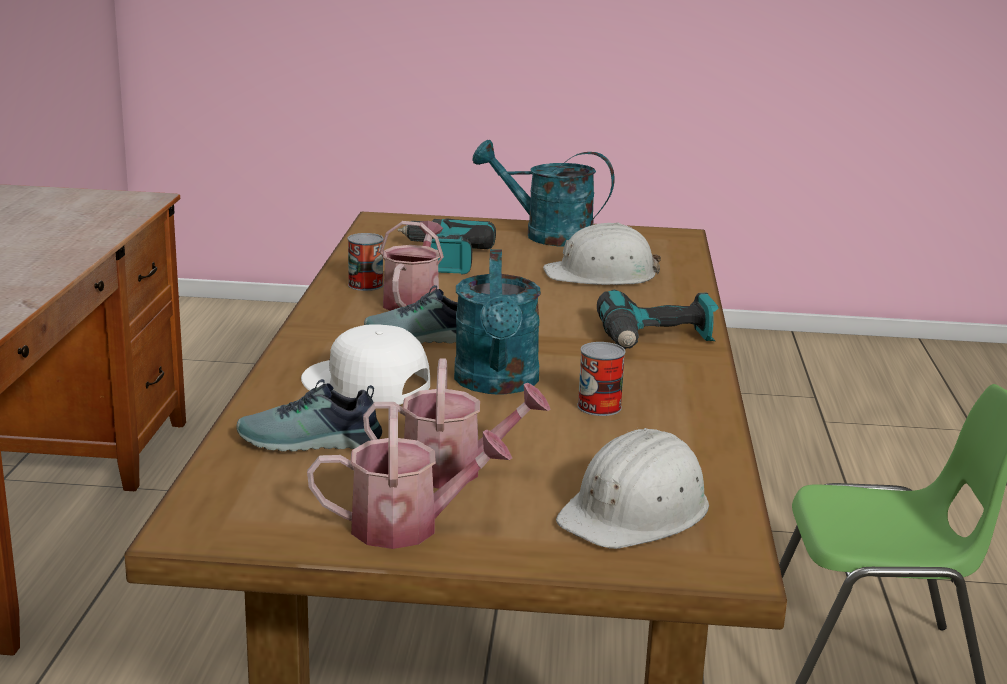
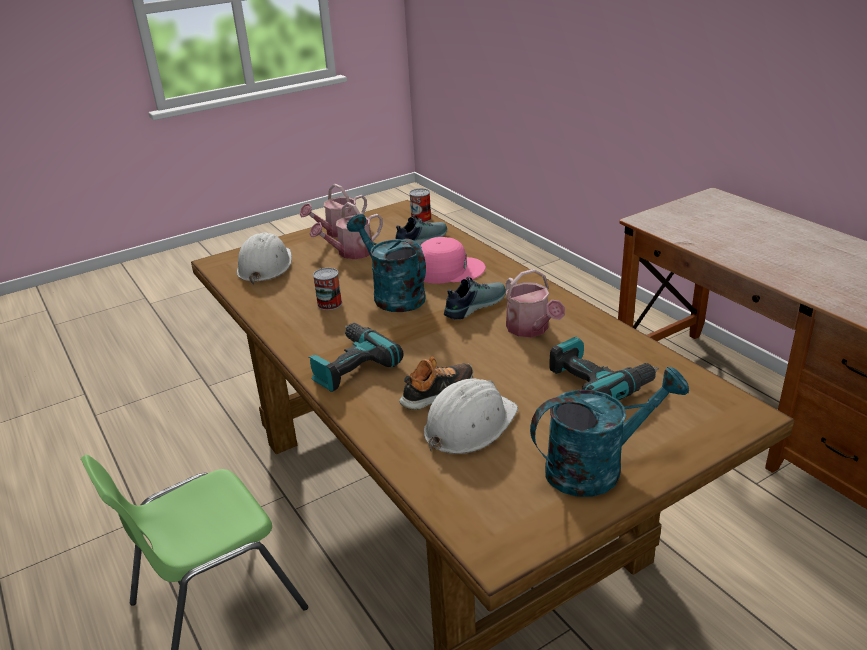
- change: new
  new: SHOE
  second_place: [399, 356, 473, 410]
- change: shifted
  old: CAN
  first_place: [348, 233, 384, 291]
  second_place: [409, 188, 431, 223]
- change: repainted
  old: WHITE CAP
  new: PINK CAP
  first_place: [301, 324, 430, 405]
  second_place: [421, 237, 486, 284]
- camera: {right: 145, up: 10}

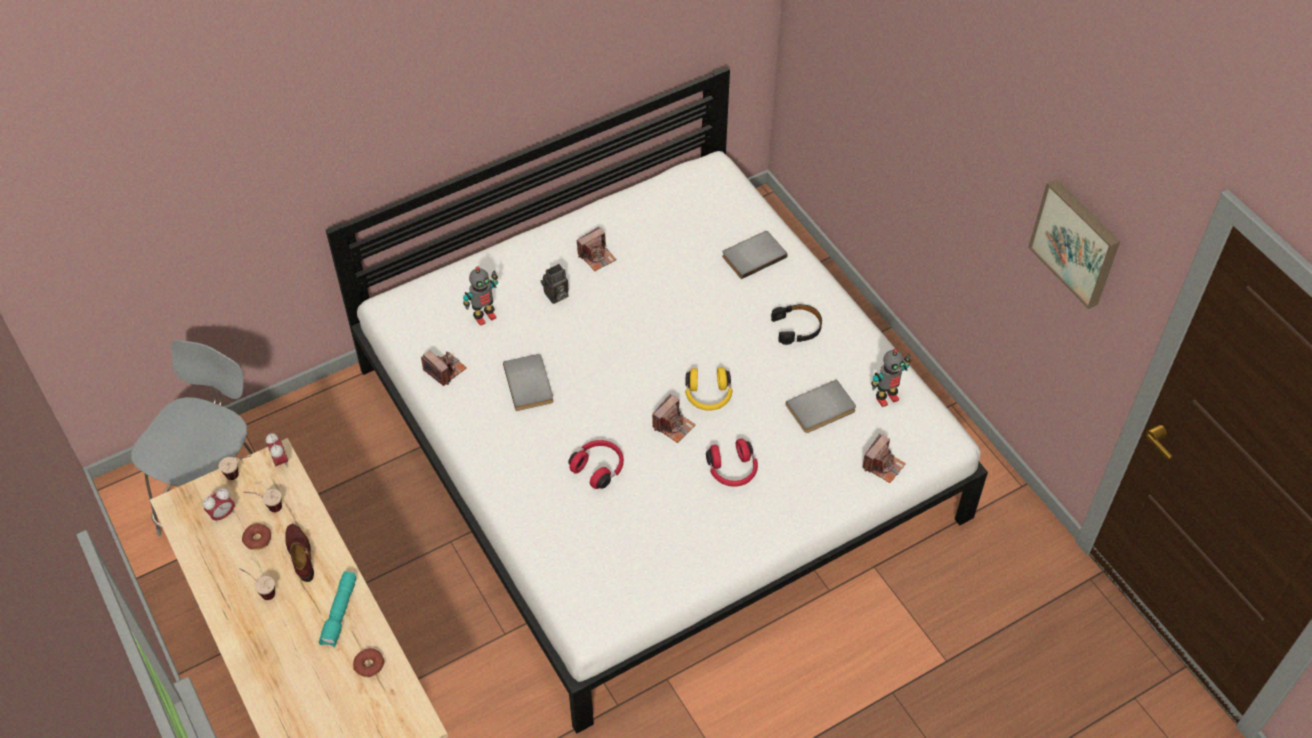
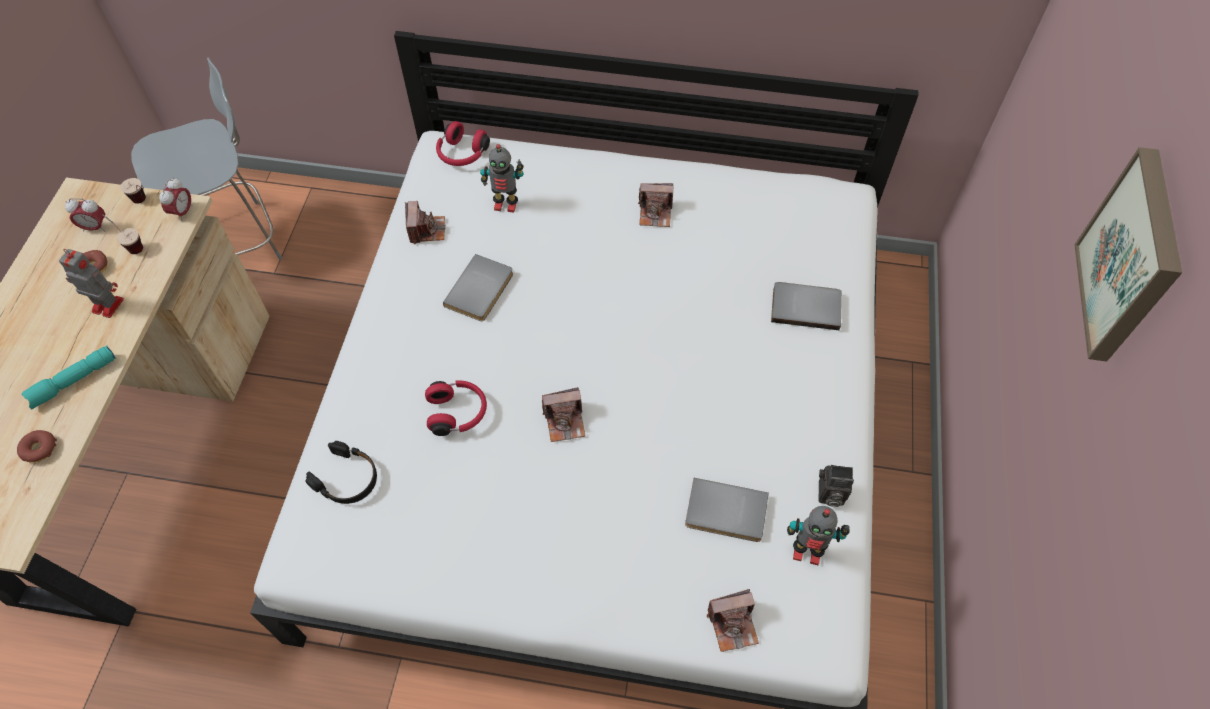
- change: gone
  old: CUP
  first_place: [239, 568, 275, 600]
- change: gone
  old: YELLOW HEADPHONES
  first_place: [685, 367, 732, 411]
- change: shifted
  old: PHOTO CAMERA
  first_place: [541, 264, 569, 304]
  second_place: [819, 465, 854, 507]
- change: shifted
  old: RED HEADPHONES
  first_place: [706, 439, 758, 487]
  second_place: [436, 121, 490, 166]
- change: shifted
  old: BLACK HEADPHONES
  first_place: [771, 304, 822, 345]
  second_place: [305, 441, 377, 504]
- change: shifted
  old: PICTURE
  first_place: [1028, 179, 1120, 309]
  second_place: [1074, 147, 1182, 362]
- change: swapped
  old: BROWN SHOE
  new: TOY ROBOT
  first_place: [285, 524, 314, 582]
  second_place: [59, 249, 124, 318]
- camera: {right: 40, up: 5}

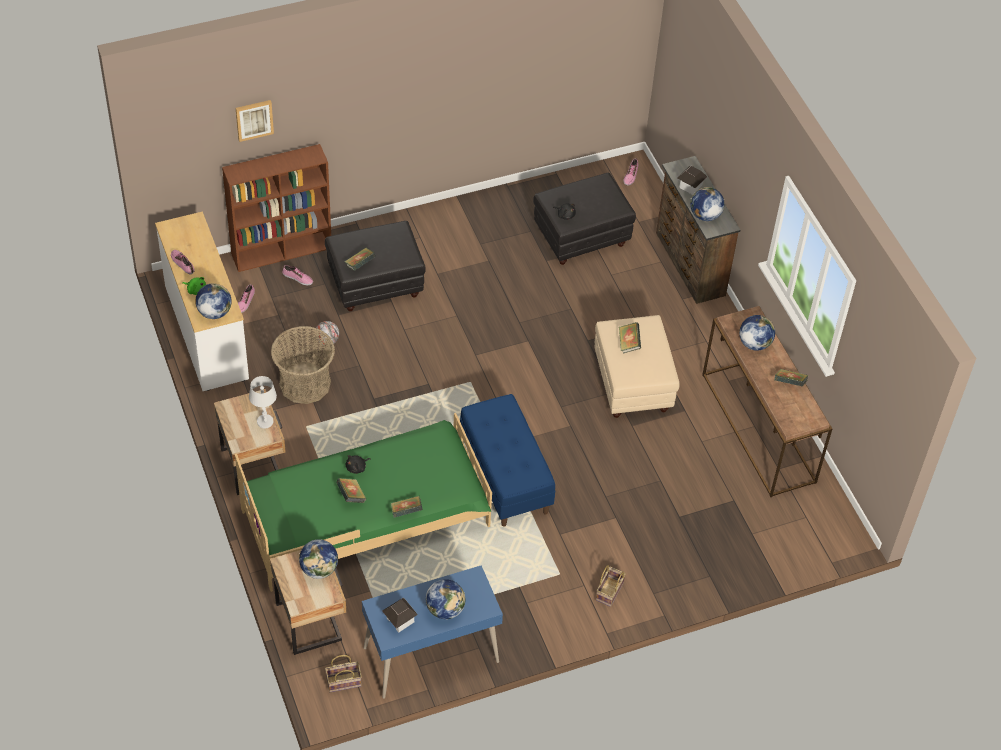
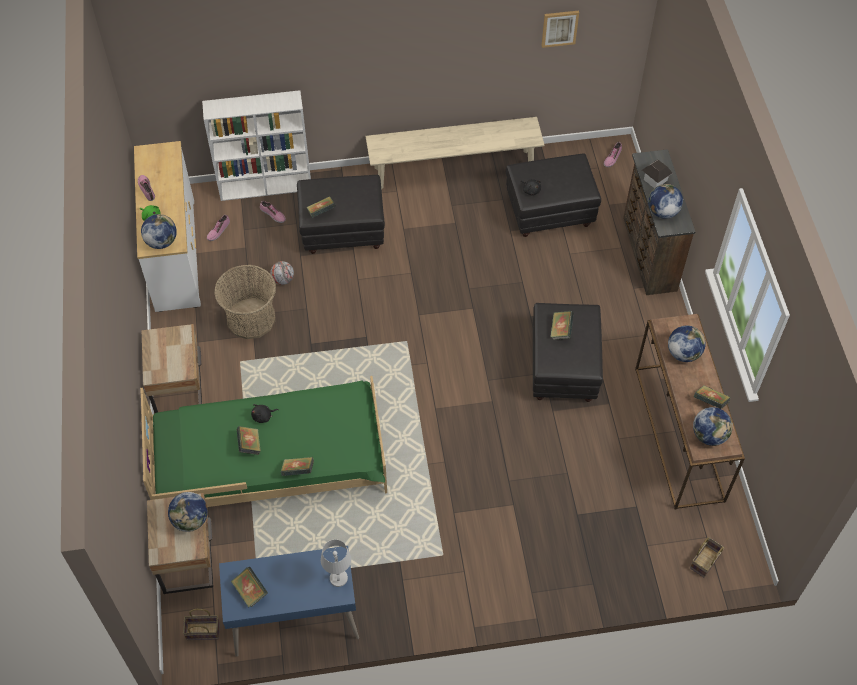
- change: gone
  old: BLUE BENCH
  first_place: [460, 394, 555, 527]
- change: new
  new: BEIGE BENCH
  second_place: [366, 117, 544, 190]
- change: shifted
  old: PICTURE
  first_place: [236, 100, 274, 142]
  second_place: [541, 10, 579, 48]
- change: shifted
  old: WHITE TABLE LAMP
  first_place: [249, 376, 277, 428]
  second_place: [321, 540, 351, 587]
- change: shifted
  old: GLOBE
  first_place: [426, 579, 465, 620]
  second_place: [693, 407, 733, 446]
- change: shifted
  old: BASKET
  first_place: [596, 565, 626, 607]
  second_place: [690, 537, 724, 577]
- change: swapped
  old: TOY HOUSE
  new: BOOK
  first_place: [382, 597, 418, 632]
  second_place: [231, 567, 268, 608]
- change: repainted
  old: BROWN BOOKCASE
  new: WHITE BOOKCASE
  first_place: [222, 144, 331, 272]
  second_place: [202, 90, 311, 201]
- change: repainted
  old: BEIGE OTTOMAN
  new: BLACK OTTOMAN
  first_place: [595, 315, 679, 418]
  second_place: [533, 303, 603, 402]
- camera: {right: 15, up: 5}

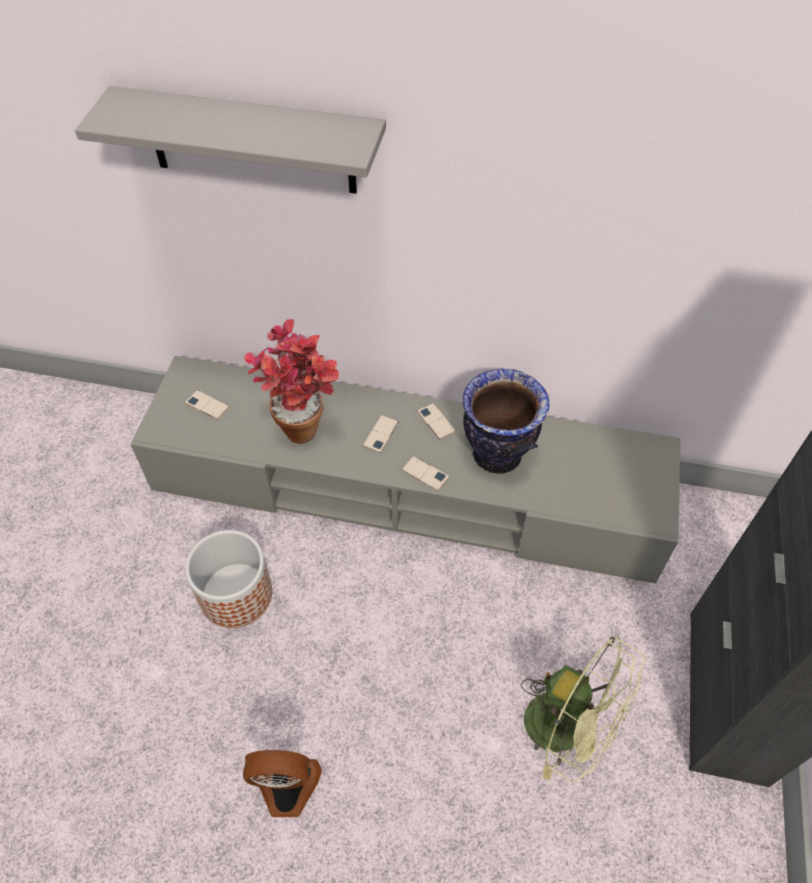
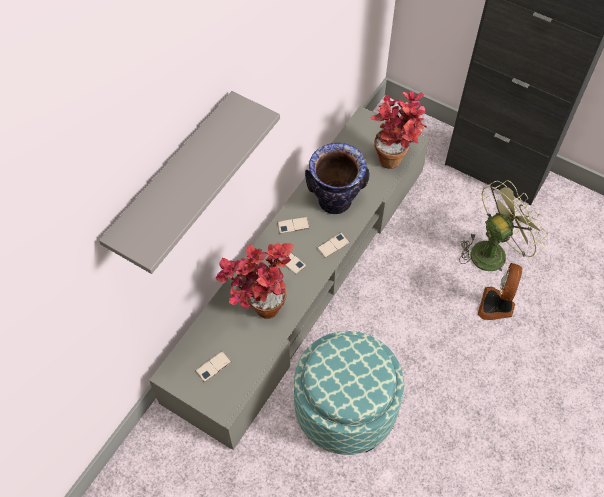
- change: new
  new: POTTED PLANT
  second_place: [370, 91, 427, 169]
- change: shifted
  old: FAN
  first_place: [243, 750, 322, 817]
  second_place: [478, 263, 523, 320]
- change: swapped
  old: PLANTER
  new: OTTOMAN
  first_place: [185, 530, 272, 628]
  second_place: [294, 331, 404, 455]
- camera: {right: -70, up: 5}

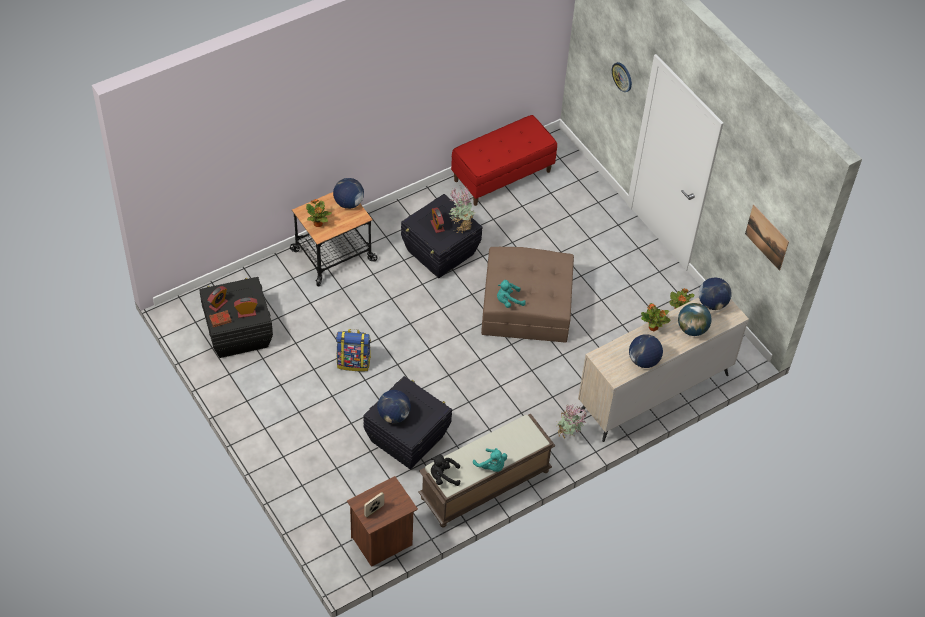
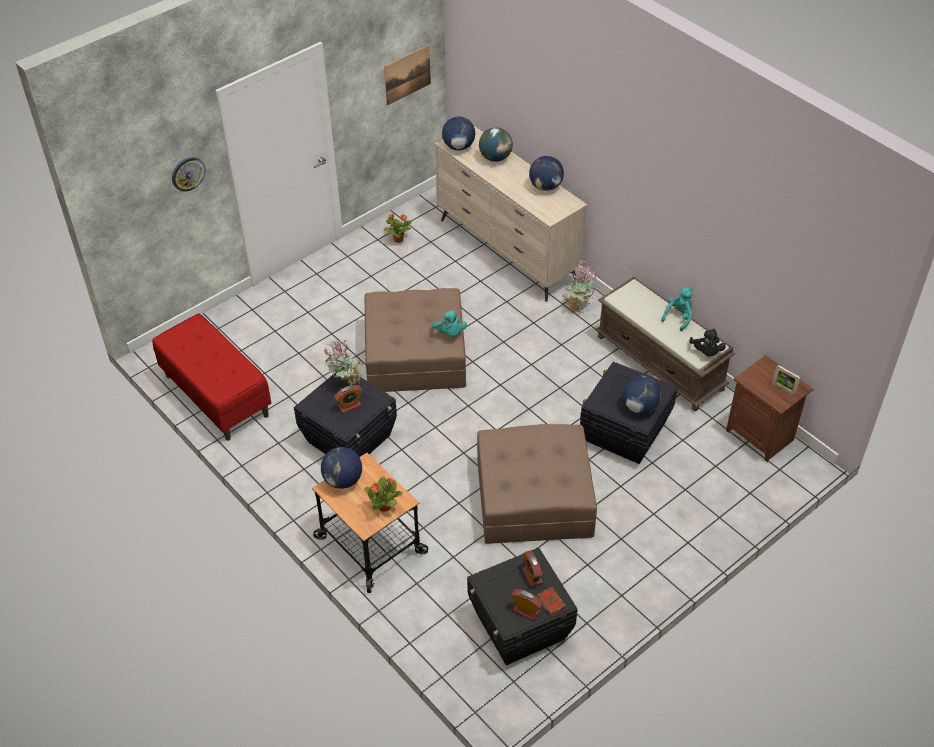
- change: gone
  old: POTTED PLANT
  first_place: [641, 303, 671, 331]
- change: swapped
  old: BACKPACK
  new: BROWN OTTOMAN
  first_place: [336, 329, 371, 371]
  second_place: [477, 424, 597, 544]
- camera: {right: -95, up: -5}

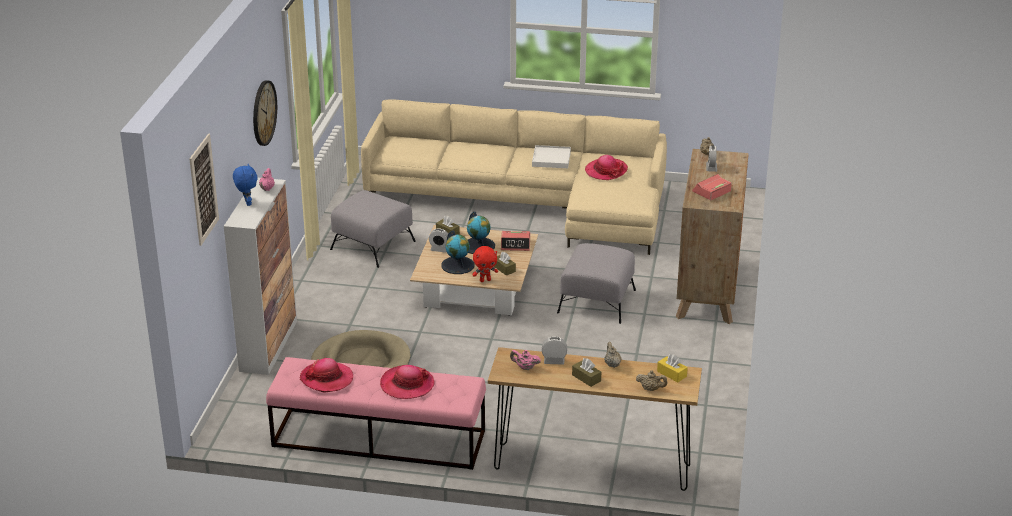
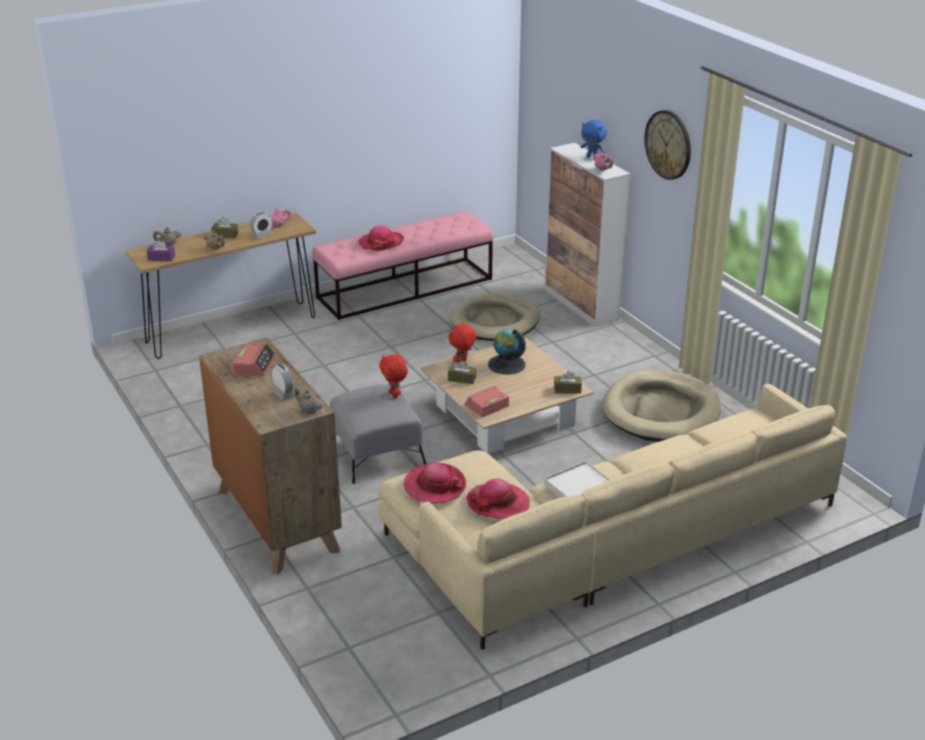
- change: gone
  old: PICTURE
  first_place: [189, 134, 219, 246]
- change: gone
  old: ALARM CLOCK
  first_place: [429, 229, 448, 253]
- change: gone
  old: GLOBE
  first_place: [467, 212, 495, 254]
- change: new
  new: RED PLUSH TOY
  second_place: [379, 355, 408, 398]
- change: shifted
  old: HAT
  first_place: [300, 358, 353, 393]
  second_place: [404, 463, 466, 504]
- change: swapped
  old: GREY OTTOMAN
  new: BEIGE DOG BED
  first_place: [330, 190, 416, 268]
  second_place: [602, 370, 721, 442]
- change: repainted
  old: YELLOW TISSUE BOX
  new: PURPLE TISSUE BOX
  first_place: [657, 354, 688, 382]
  second_place: [147, 240, 175, 262]
- camera: {right: 140, up: 0}

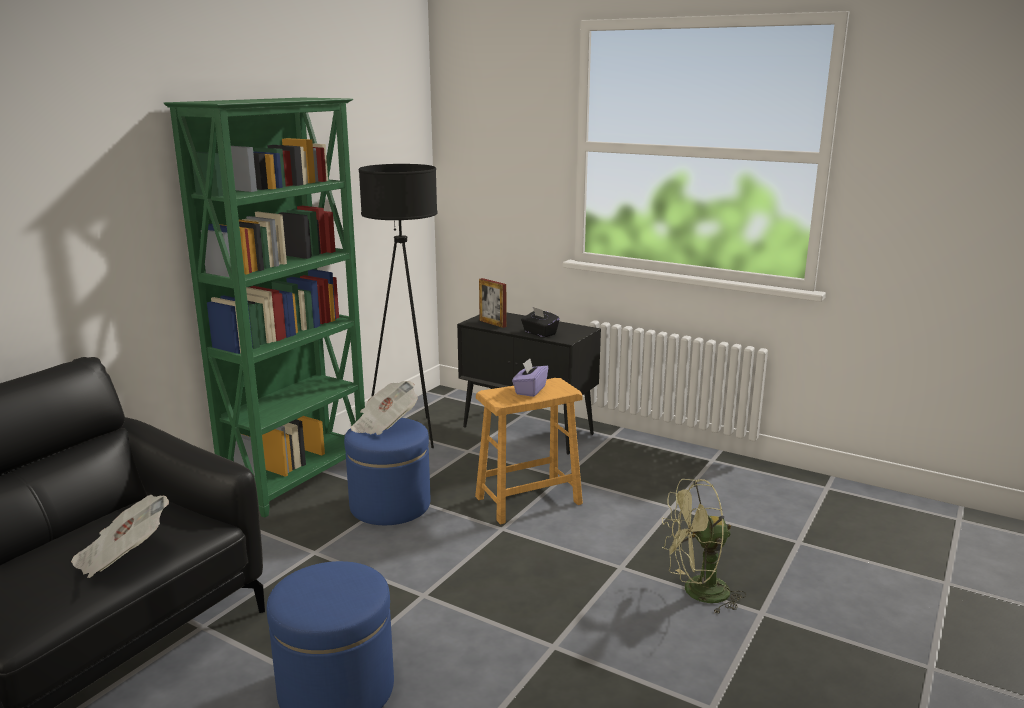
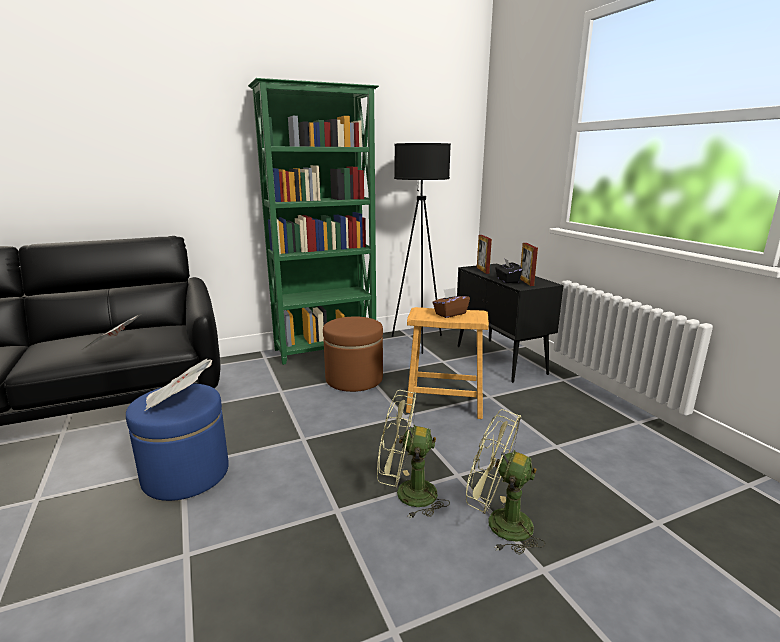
- change: new
  new: GREEN FAN
  second_place: [377, 390, 450, 518]
- change: new
  new: PICTURE FRAME
  second_place: [520, 243, 538, 286]
- change: shifted
  old: NEWSPAPER
  first_place: [351, 381, 418, 435]
  second_place: [144, 358, 212, 411]
- change: repainted
  old: BLUE OTTOMAN
  new: BROWN OTTOMAN
  first_place: [344, 418, 431, 525]
  second_place: [323, 316, 383, 392]
- change: repainted
  old: PURPLE TISSUE BOX
  new: BROWN TISSUE BOX
  first_place: [512, 359, 548, 397]
  second_place: [432, 288, 470, 318]
- camera: {right: 35, up: 0}

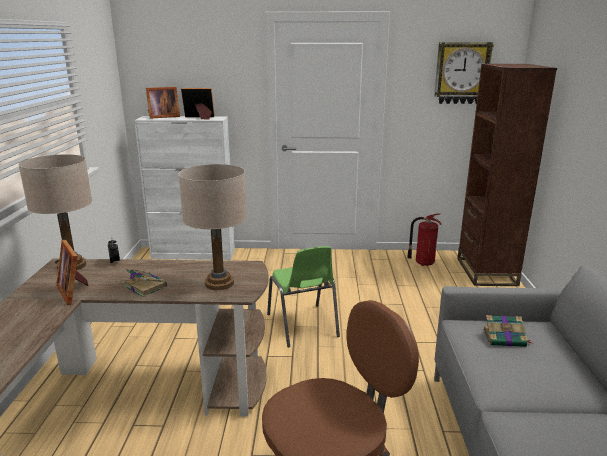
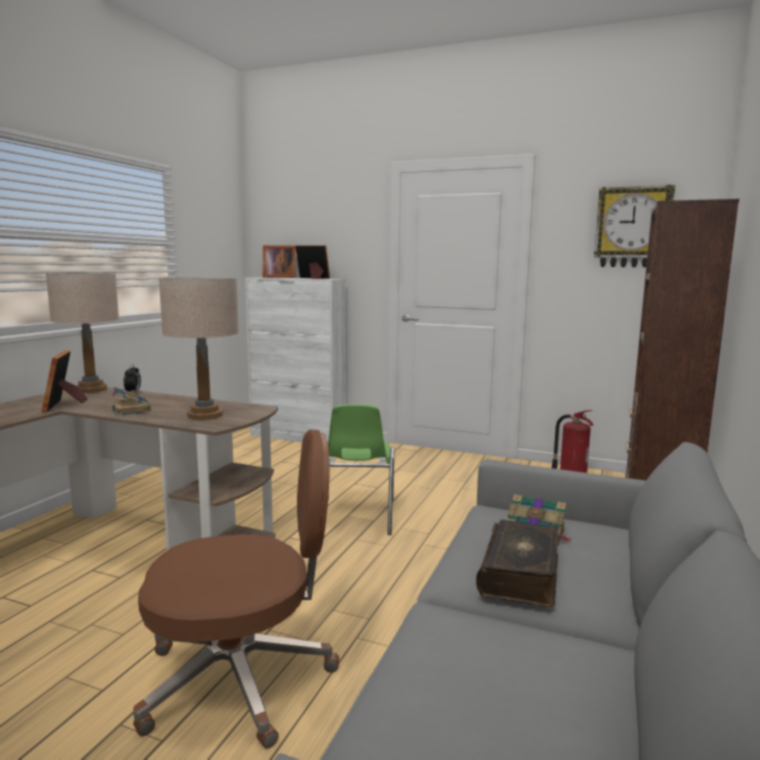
- change: new
  new: BOOK
  second_place: [476, 520, 559, 607]
- camera: {right: 20, up: -10}

